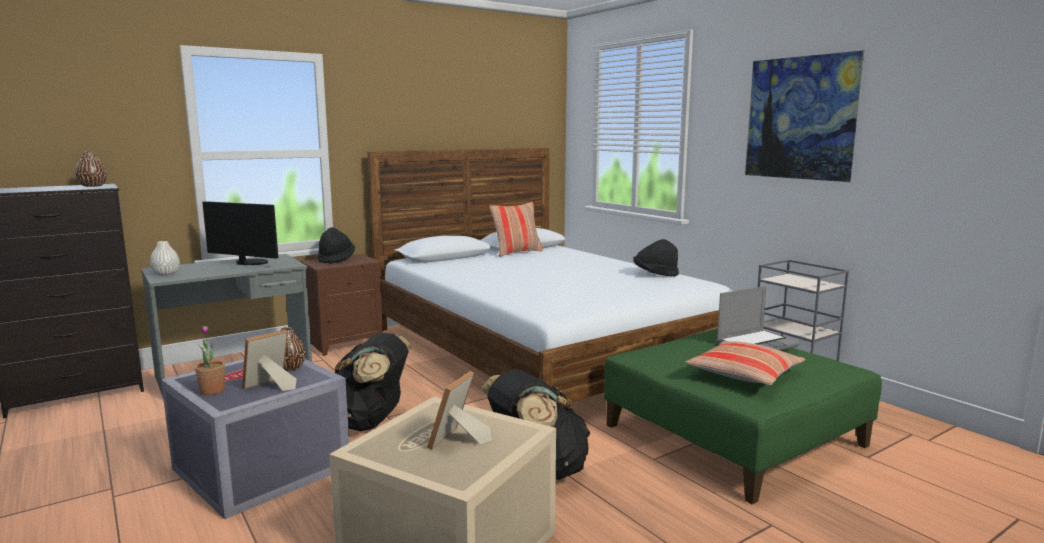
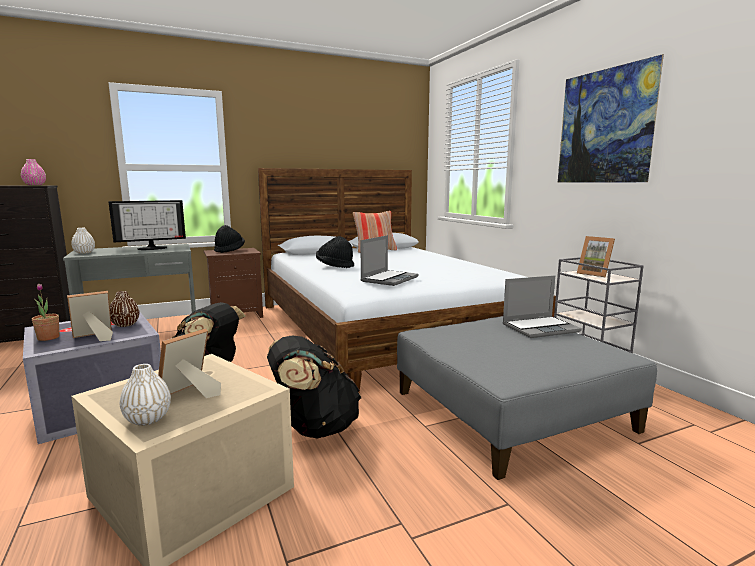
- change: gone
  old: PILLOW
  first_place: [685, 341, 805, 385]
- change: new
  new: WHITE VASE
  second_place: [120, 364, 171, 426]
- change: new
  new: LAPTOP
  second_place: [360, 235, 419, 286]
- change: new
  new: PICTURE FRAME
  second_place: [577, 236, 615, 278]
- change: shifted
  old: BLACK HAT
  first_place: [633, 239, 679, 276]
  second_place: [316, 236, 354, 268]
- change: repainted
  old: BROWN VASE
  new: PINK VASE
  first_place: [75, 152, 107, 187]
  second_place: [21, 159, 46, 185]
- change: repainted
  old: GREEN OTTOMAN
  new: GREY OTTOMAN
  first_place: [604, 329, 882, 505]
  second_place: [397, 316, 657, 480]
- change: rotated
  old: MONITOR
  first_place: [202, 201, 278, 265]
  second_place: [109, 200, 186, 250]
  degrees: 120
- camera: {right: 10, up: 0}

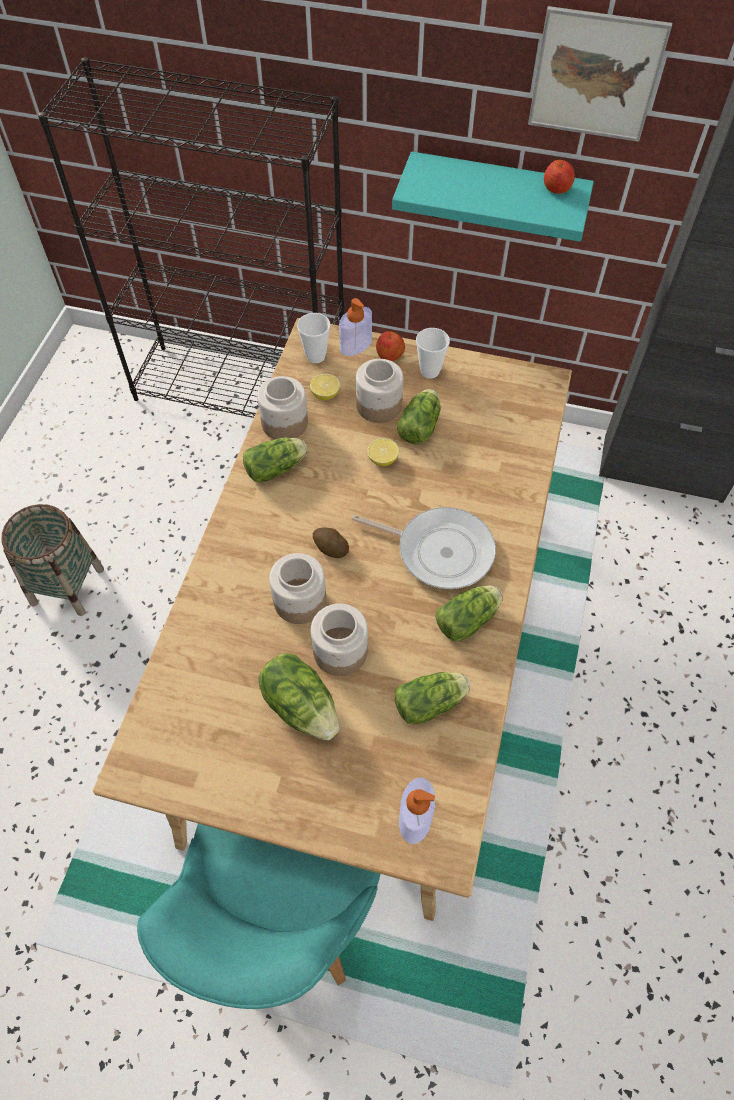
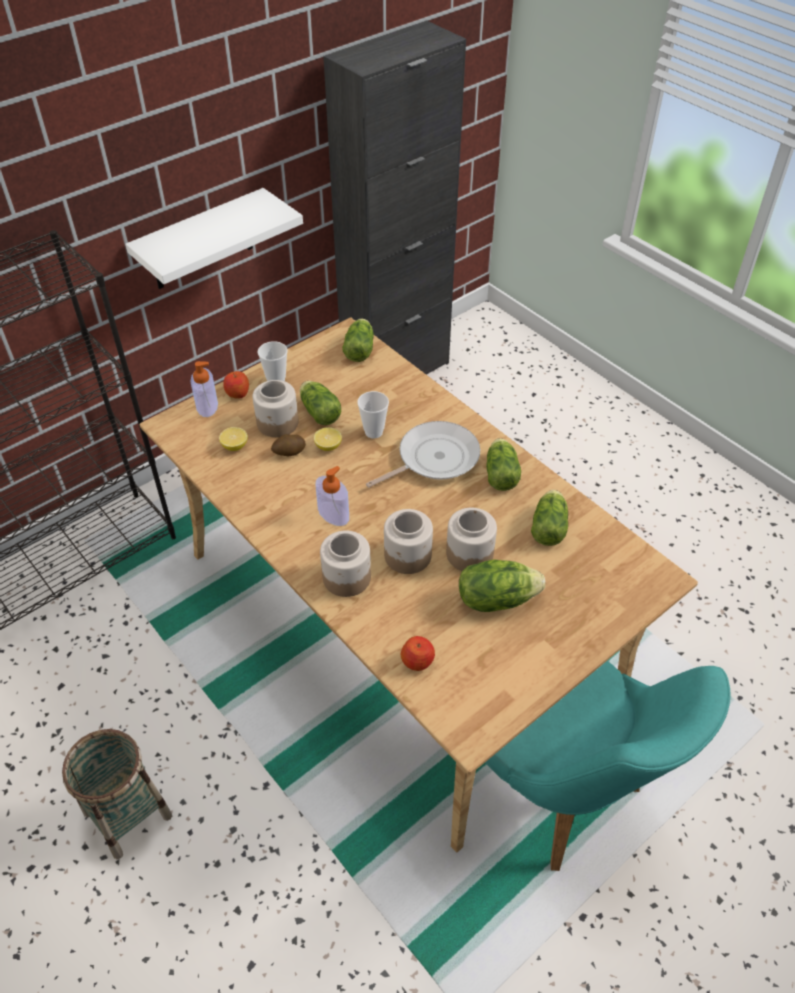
- change: gone
  old: PICTURE
  first_place: [528, 6, 672, 142]
- change: shifted
  old: LETTUCE
  first_place: [243, 437, 308, 483]
  second_place: [342, 319, 374, 362]
- change: shifted
  old: JAR
  first_place: [257, 376, 308, 439]
  second_place: [320, 531, 371, 597]
- change: shifted
  old: CUP
  first_place: [297, 313, 330, 363]
  second_place: [357, 391, 389, 439]
- change: shifted
  old: POTATO
  first_place: [313, 528, 349, 558]
  second_place: [271, 434, 306, 456]
- change: shifted
  old: SOAP DISPENSER
  first_place: [399, 777, 435, 844]
  second_place: [315, 466, 349, 526]
- change: shifted
  old: APPLE
  first_place: [544, 160, 575, 194]
  second_place: [401, 636, 435, 671]
- change: repainted
  old: TURQUOISE SHELF
  new: WHITE SHELF
  first_place: [392, 151, 594, 242]
  second_place: [125, 188, 303, 289]
- camera: {right: -55, up: -10}

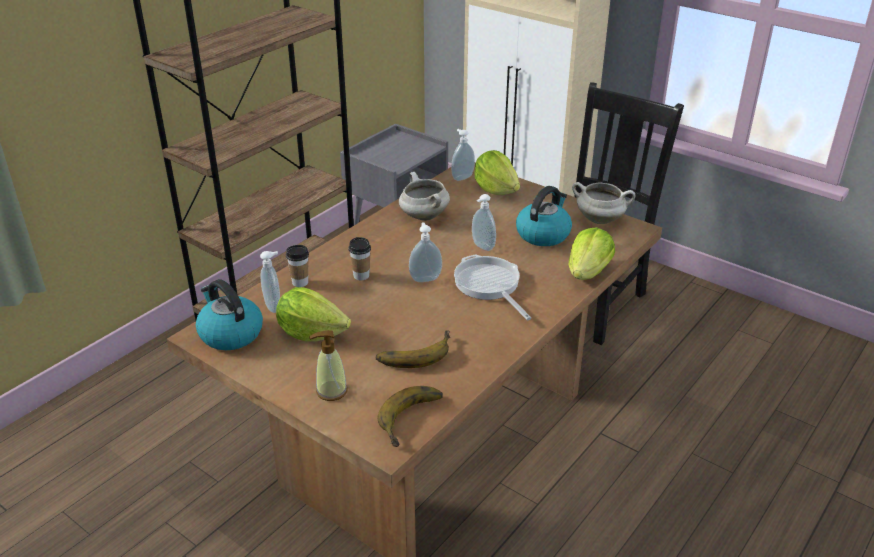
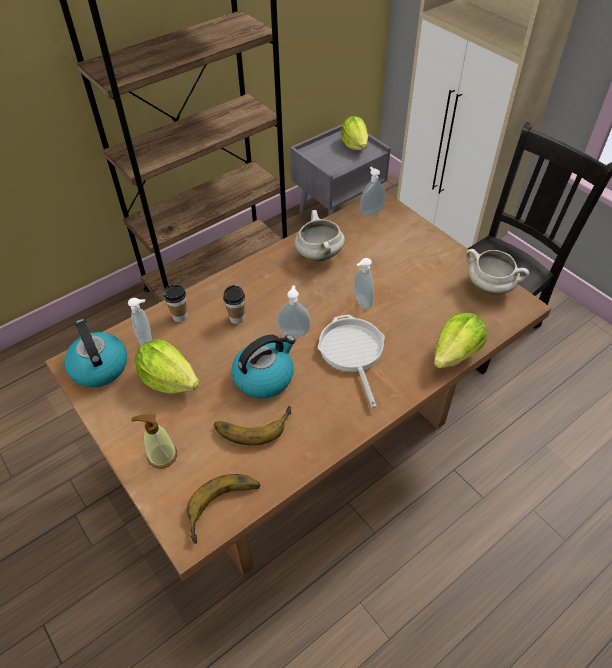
- change: shifted
  old: LETTUCE
  first_place: [474, 150, 520, 195]
  second_place: [341, 116, 368, 150]
- change: shifted
  old: KETTLE
  first_place: [516, 186, 572, 246]
  second_place: [232, 335, 296, 398]
- camera: {right: 15, up: 15}

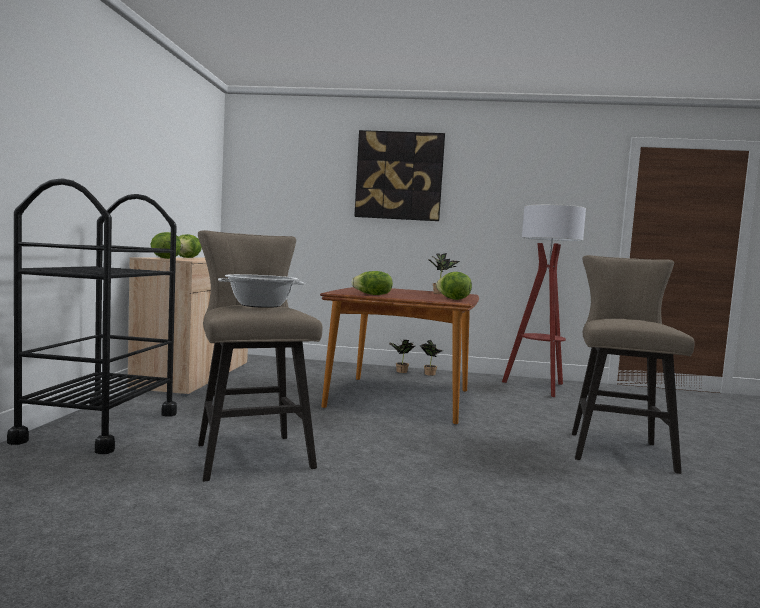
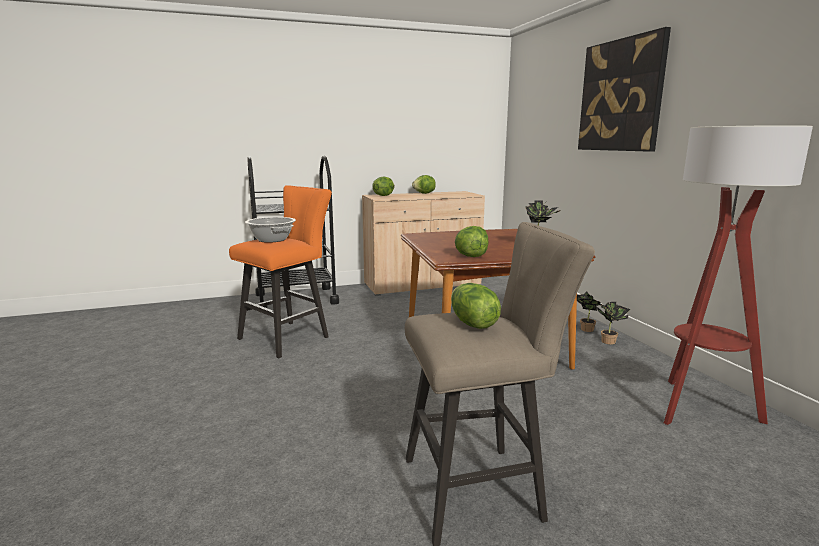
- change: shifted
  old: LETTUCE
  first_place: [351, 271, 393, 295]
  second_place: [451, 283, 501, 329]
- change: repainted
  old: BEIGE STOOL
  new: ORANGE STOOL
  first_place: [198, 230, 323, 482]
  second_place: [229, 185, 332, 358]
- camera: {right: 65, up: 10}

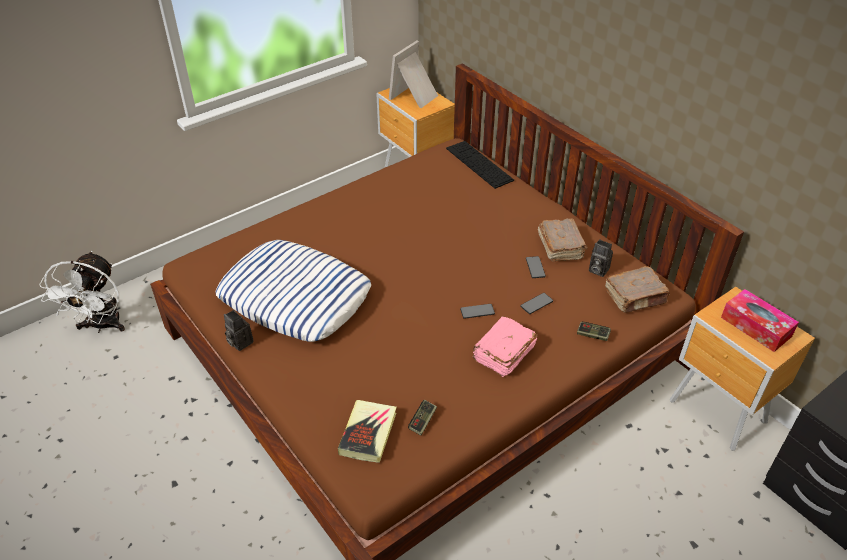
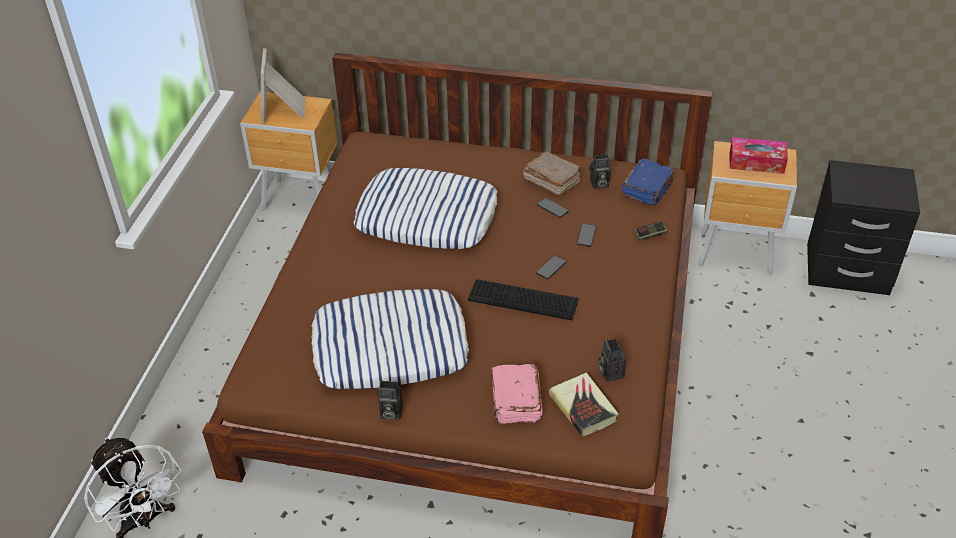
- change: new
  new: PILLOW
  second_place: [354, 168, 497, 249]
- change: shifted
  old: KEYBOARD
  first_place: [446, 141, 514, 189]
  second_place: [468, 279, 579, 320]
- change: shifted
  old: PINK BOOK
  first_place: [472, 316, 537, 377]
  second_place: [491, 364, 543, 424]
- change: swapped
  old: GAME CONTROLLER
  new: PHOTO CAMERA
  first_place: [408, 400, 437, 435]
  second_place: [598, 339, 626, 382]
- change: repainted
  old: BROWN BOOK
  new: BLUE BOOK
  first_place: [605, 266, 669, 313]
  second_place: [622, 159, 674, 205]
- camera: {right: -40, up: 0}

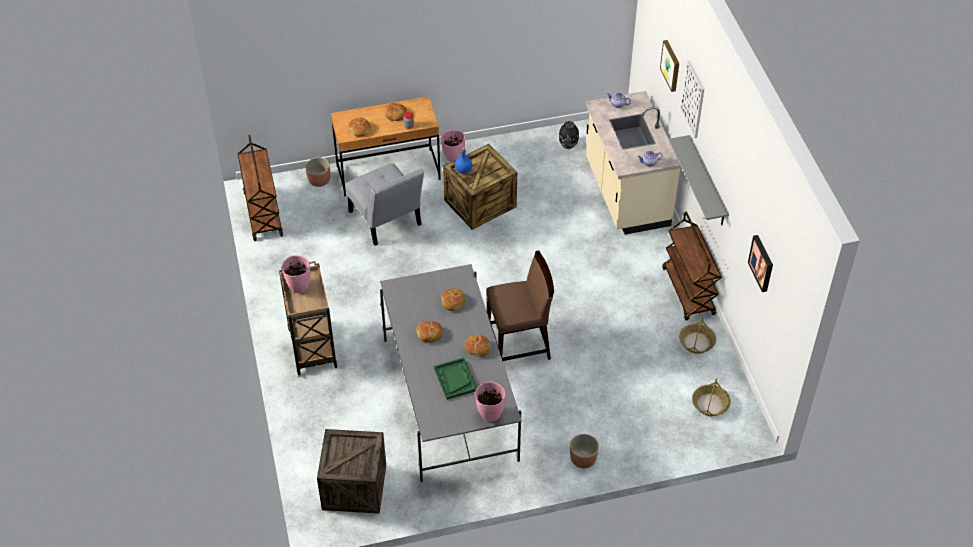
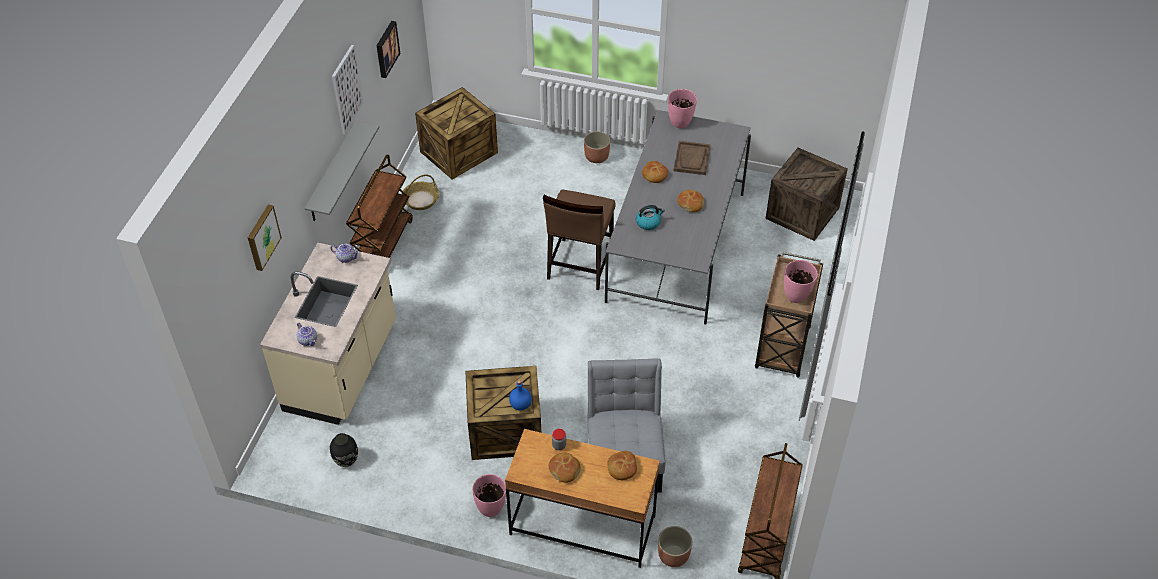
- change: shifted
  old: PICTURE
  first_place: [680, 60, 704, 138]
  second_place: [332, 45, 364, 134]
- change: swapped
  old: BREAD
  new: KETTLE
  first_place: [442, 289, 465, 311]
  second_place: [636, 205, 665, 230]
- change: swapped
  old: BASKET
  new: CRATE
  first_place: [692, 378, 731, 416]
  second_place: [415, 87, 498, 179]
- change: repainted
  old: GREEN TRAY
  new: BROWN TRAY
  first_place: [434, 357, 477, 400]
  second_place: [674, 141, 711, 175]
- change: rotated
  old: BROWN CHAIR
  first_place: [486, 251, 554, 361]
  second_place: [543, 189, 615, 290]
  degrees: -90
- camera: {right: -150, up: 0}

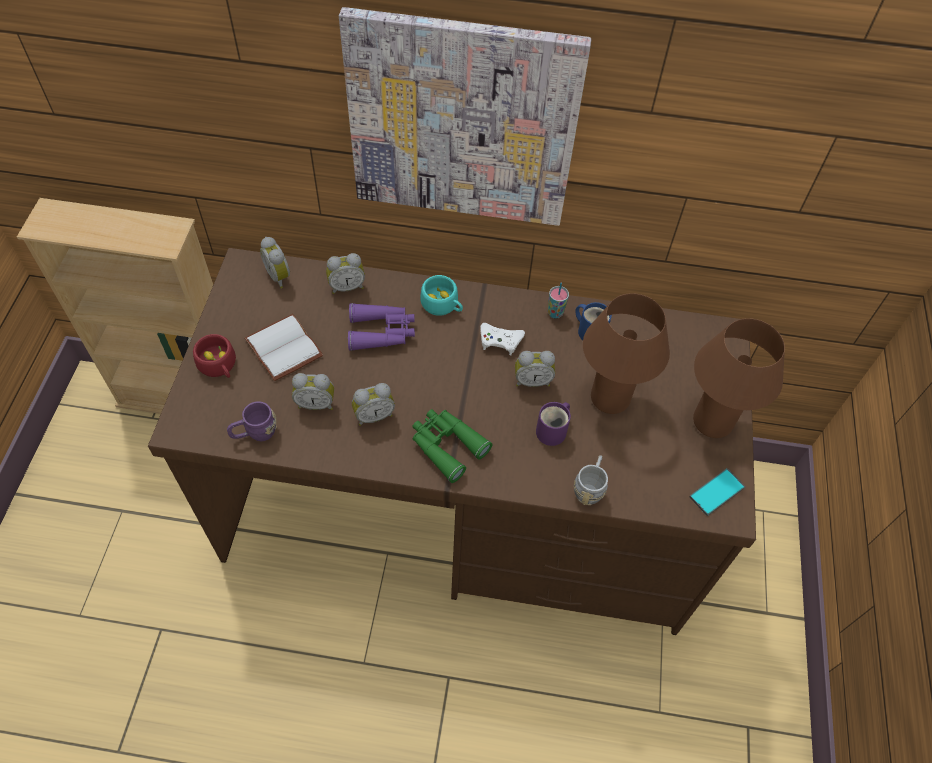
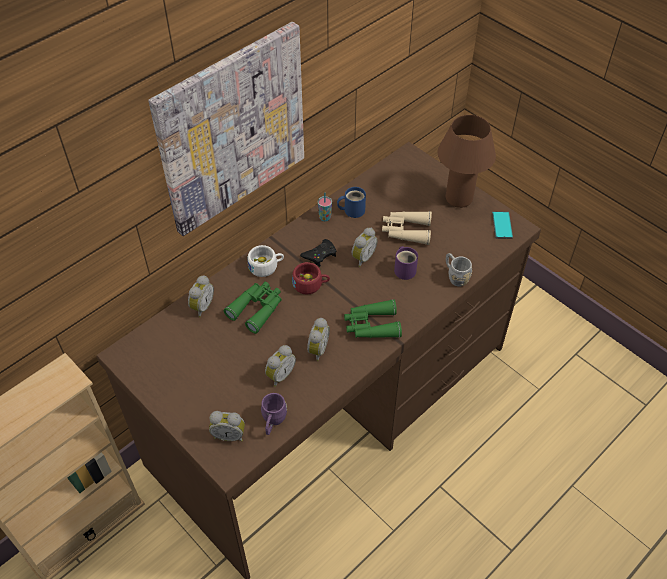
- change: gone
  old: WHITE BOOK
  first_place: [245, 314, 323, 381]
- change: shifted
  old: RED CUP
  first_place: [193, 334, 236, 378]
  second_place: [292, 262, 330, 294]
- change: shifted
  old: ALARM CLOCK
  first_place: [260, 237, 290, 288]
  second_place: [209, 411, 245, 442]
- change: swapped
  old: BROWN TABLE LAMP
  new: BEIGE BINOCULARS
  first_place: [583, 293, 670, 414]
  second_place: [382, 211, 432, 245]
- change: repainted
  old: PURPLE BINOCULARS
  new: GREEN BINOCULARS
  first_place: [348, 303, 415, 351]
  second_place: [223, 282, 282, 334]
- change: repainted
  old: TURQUOISE CUP
  new: WHITE CUP
  first_place: [421, 275, 463, 316]
  second_place: [247, 245, 284, 277]
- change: repainted
  old: WHITE GAME CONTROLLER
  new: BLACK GAME CONTROLLER
  first_place: [480, 323, 525, 355]
  second_place: [300, 239, 336, 267]
- camera: {right: -50, up: -5}

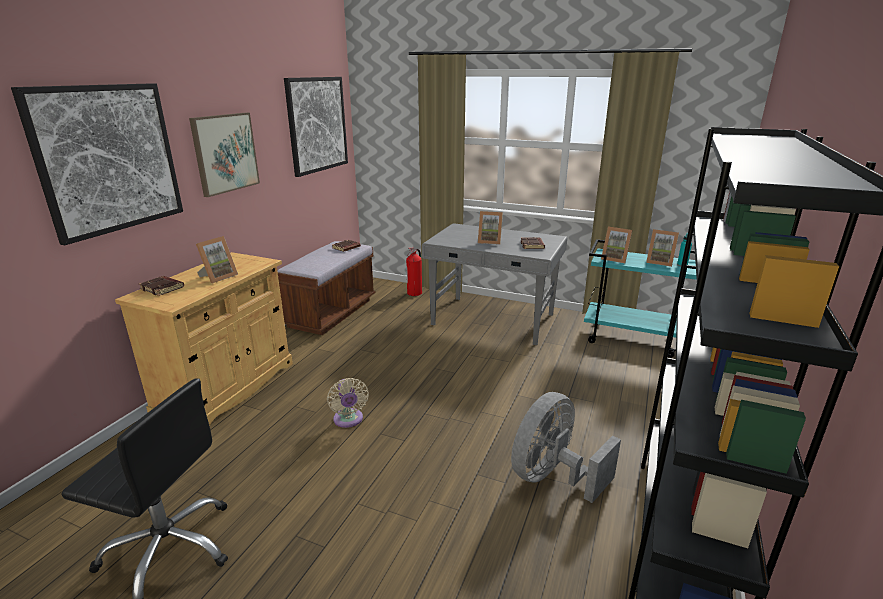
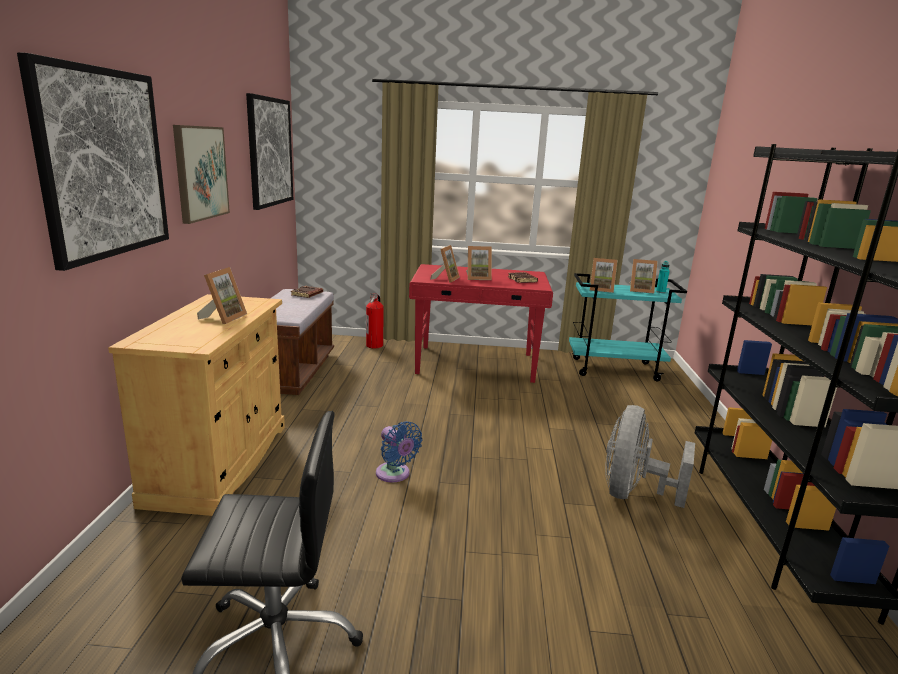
- change: gone
  old: BROWN BOOK
  first_place: [139, 276, 184, 296]
- change: new
  new: PICTURE FRAME
  second_place: [430, 245, 460, 283]
- change: repainted
  old: BEIGE FAN
  new: BLUE FAN
  first_place: [327, 378, 369, 428]
  second_place: [376, 421, 423, 483]
- change: repainted
  old: GREY DESK
  new: RED DESK
  first_place: [422, 223, 567, 345]
  second_place: [409, 264, 553, 383]
- camera: {right: -20, up: -5}

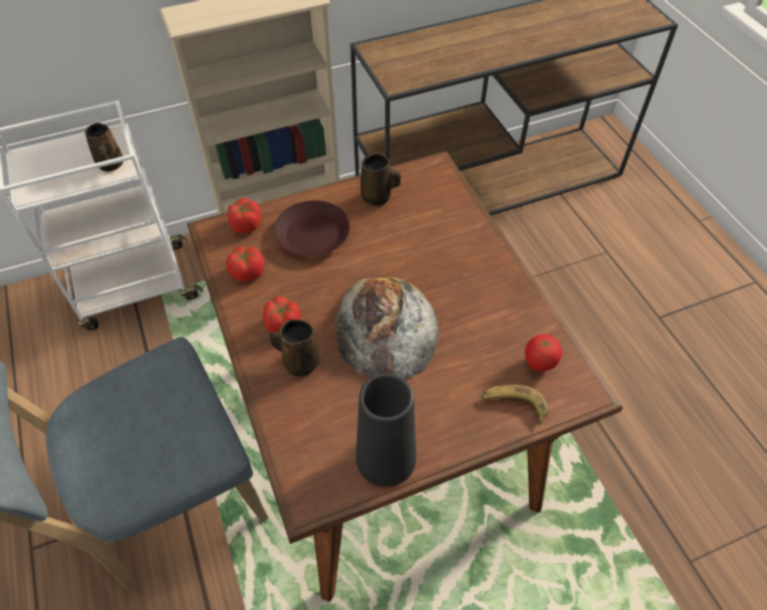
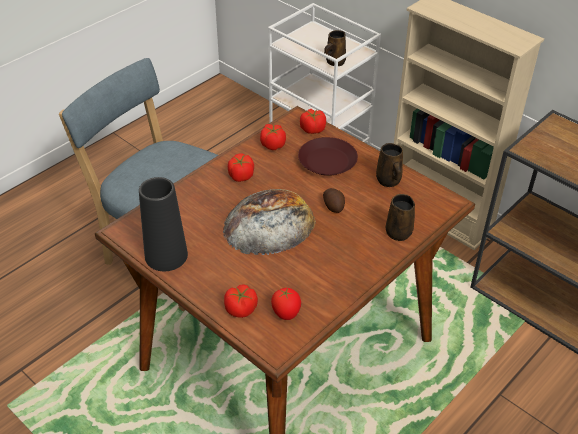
- change: new
  new: POTATO
  second_place: [323, 188, 345, 213]
- change: shifted
  old: BROWN MUG
  first_place: [270, 319, 320, 376]
  second_place: [386, 194, 415, 241]
- change: swapped
  old: BANANA
  new: TOMATO
  first_place: [481, 384, 549, 425]
  second_place: [224, 284, 258, 318]
- camera: {right: 65, up: -10}

